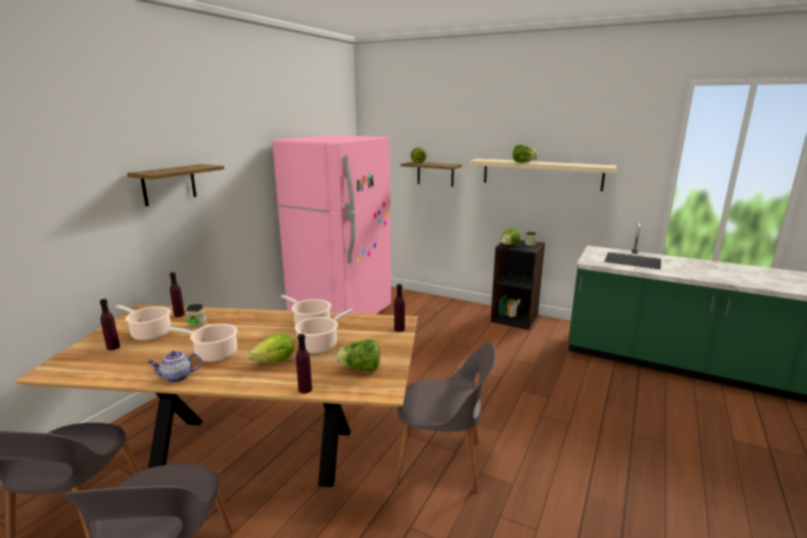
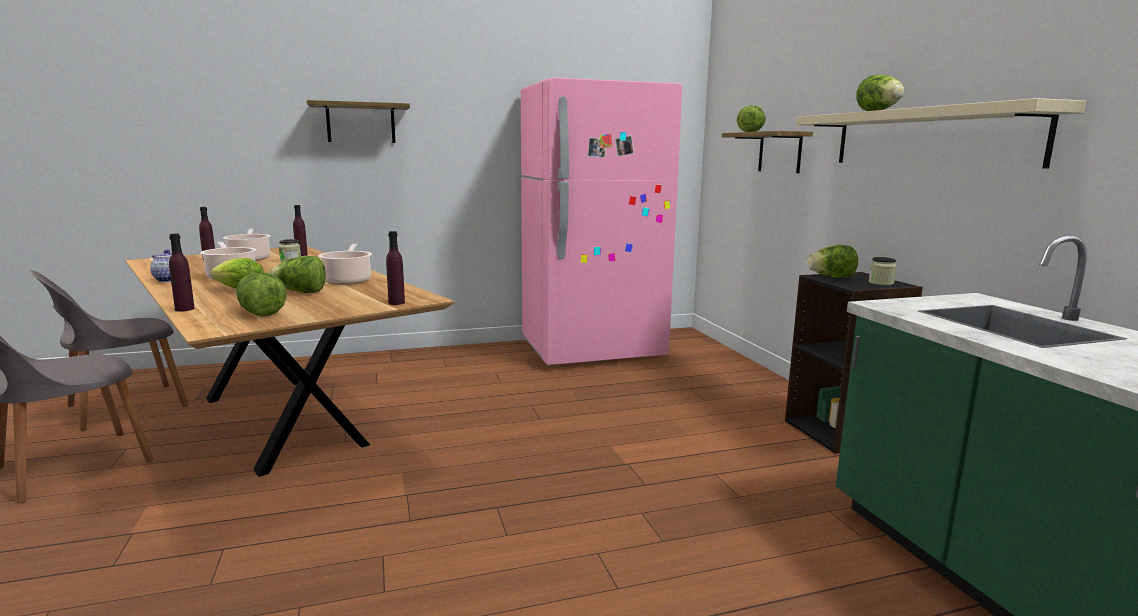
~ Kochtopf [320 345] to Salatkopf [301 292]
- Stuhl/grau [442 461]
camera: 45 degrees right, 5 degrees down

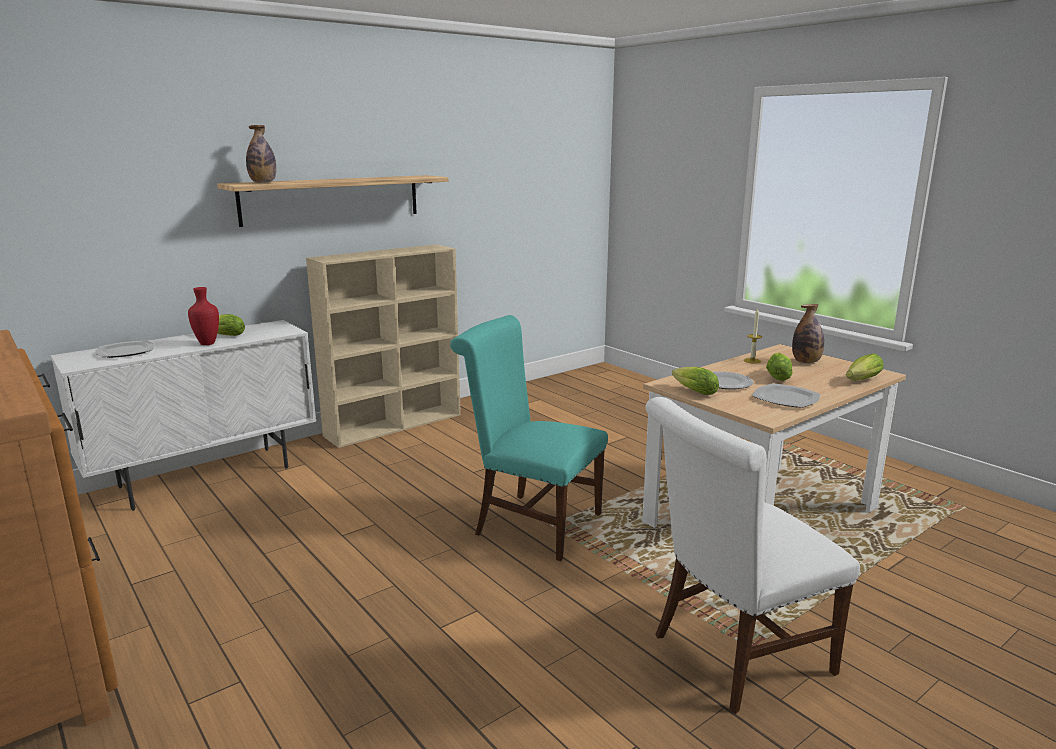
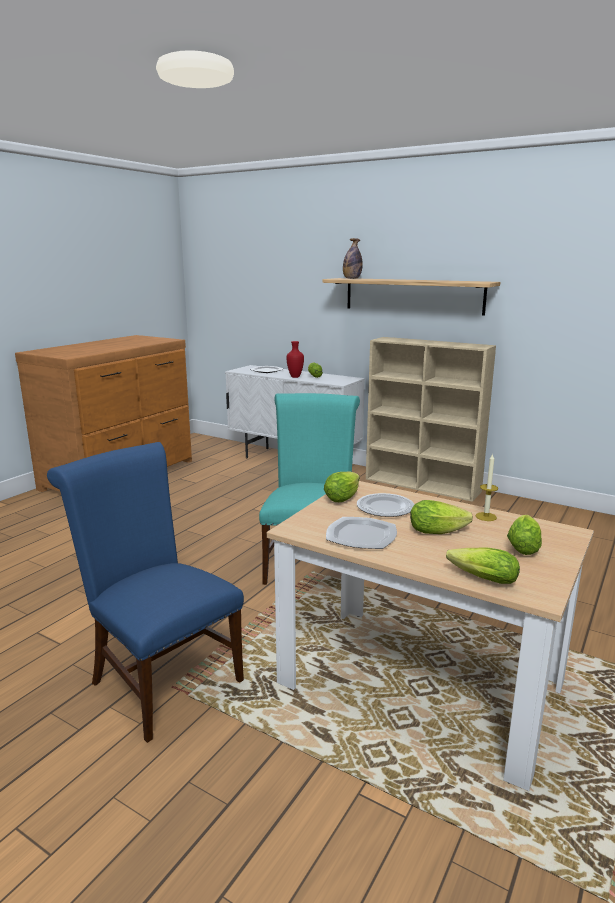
~ Stuhl/weiß [733 656] to Stuhl/blau [160 678]
~ Flasche [806 362] to Salatkopf [524 545]
camera: 70 degrees right, 0 degrees up

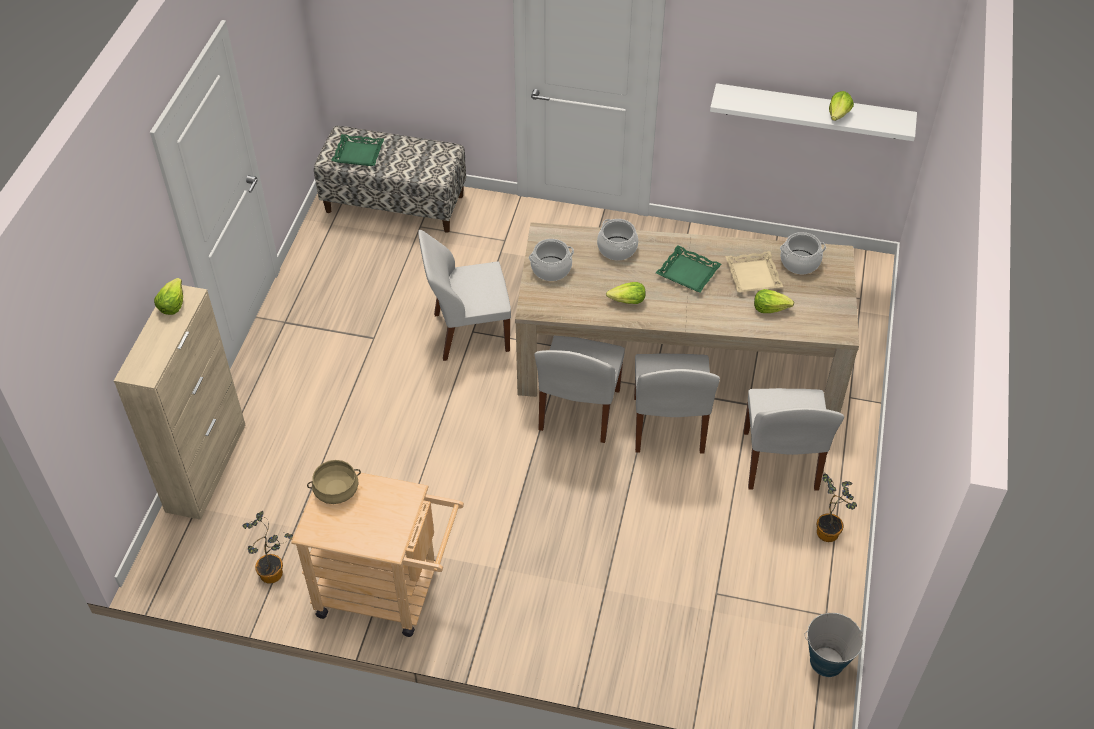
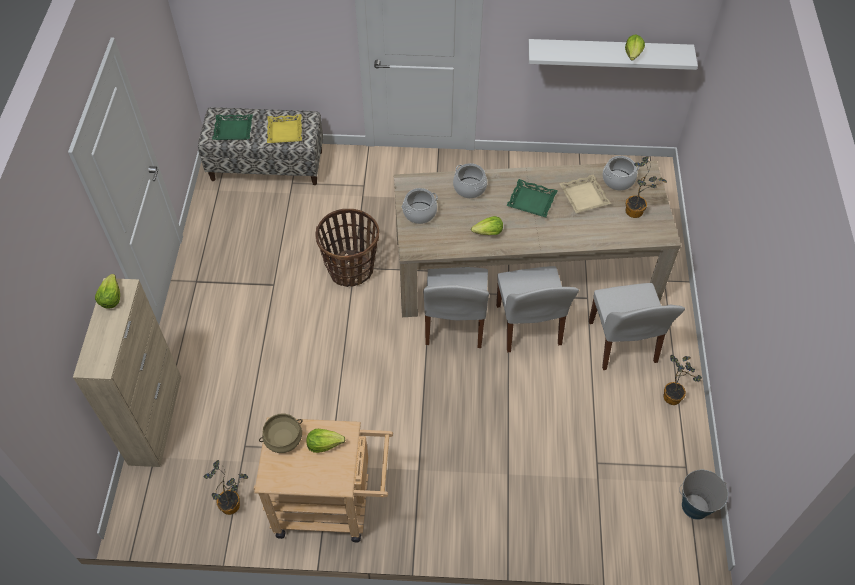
+ Tablett/gelb [284 131]
~ Salatkopf [770 308] to [324 444]
~ Stuhl/weiß [468 332] to Korb [351 269]
+ Topfpflanze [637 211]
camera: 10 degrees left, 5 degrees up

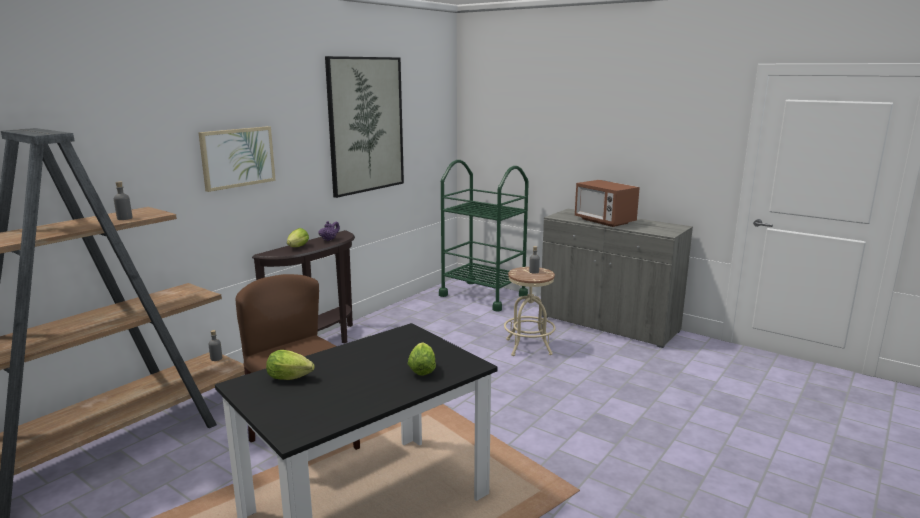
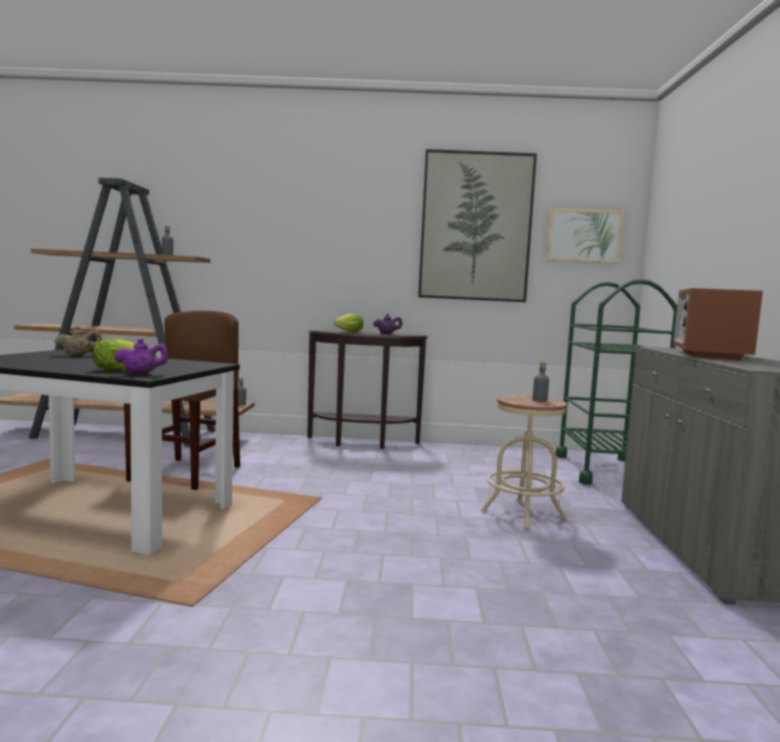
~ Salatkopf [292 378] to Teekanne/beige [78 355]
+ Teekanne/lila [141 374]
~ Bild [237 157] to [583 236]
camera: 55 degrees right, 10 degrees down

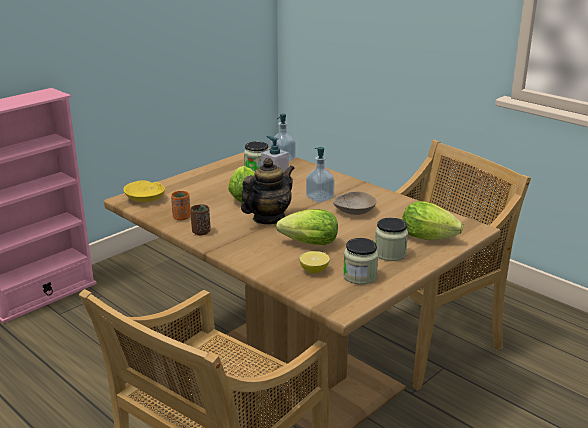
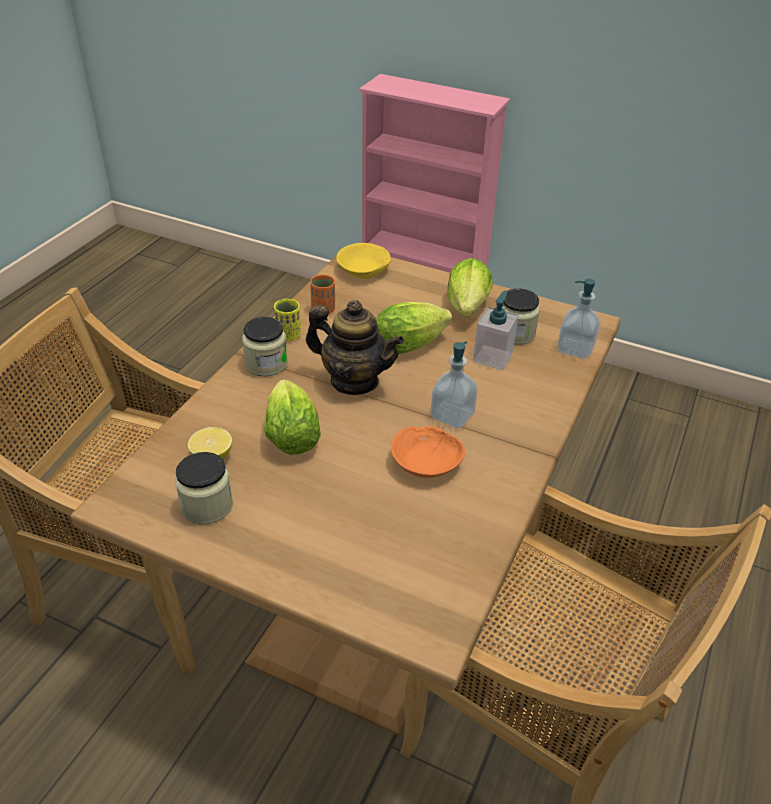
~ Vorratsglas [390 254] to [266 364]
~ Tasse/braun [201 232] to Tasse/gelb [288 335]
~ Schüssel/beige [354 211] to Schüssel/orange [425 462]
~ Salatkopf [431 238] to [467 310]
camera: 70 degrees right, 15 degrees up

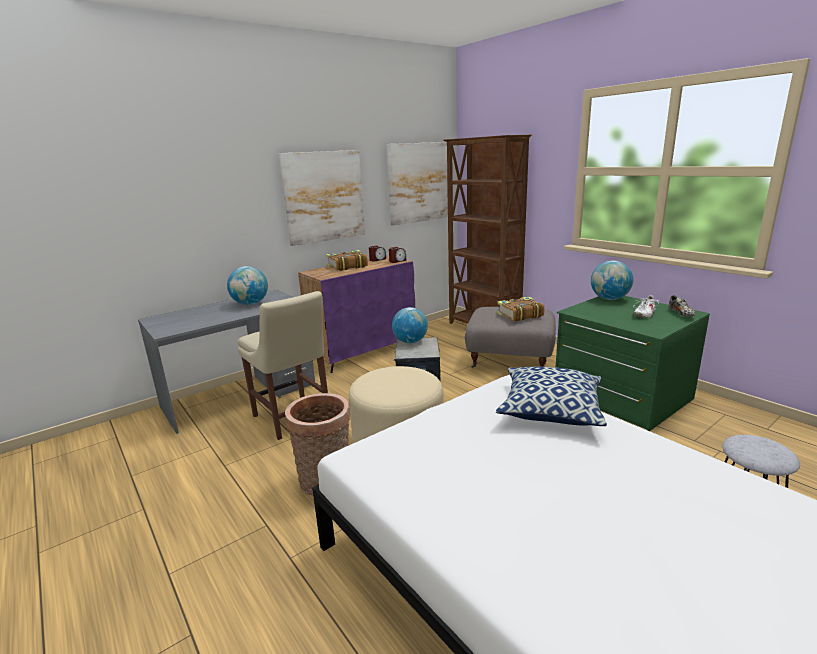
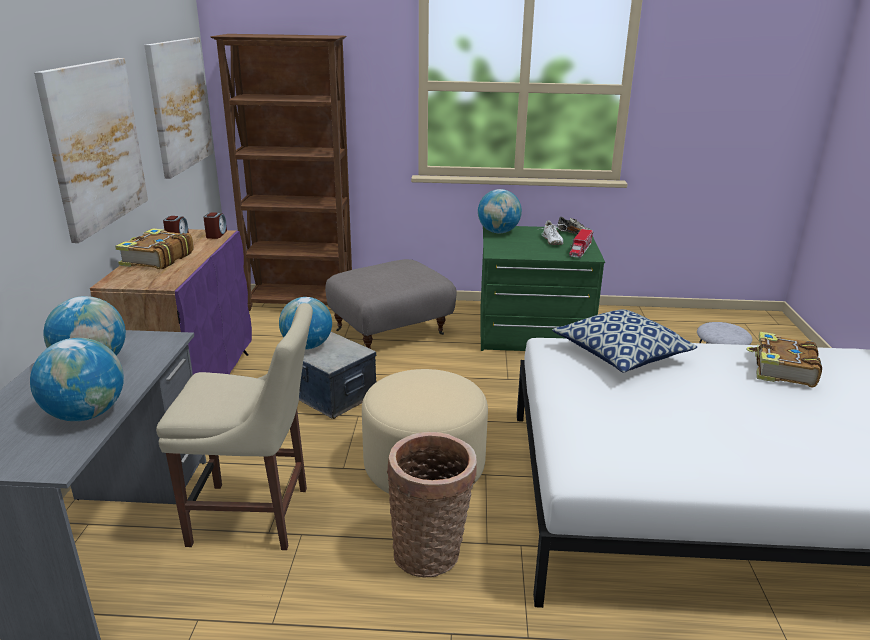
+ Globus [86 414]
+ Spielzeuglaster [580 250]
~ Buch [519 315] to [782 370]
camera: 50 degrees left, 5 degrees up

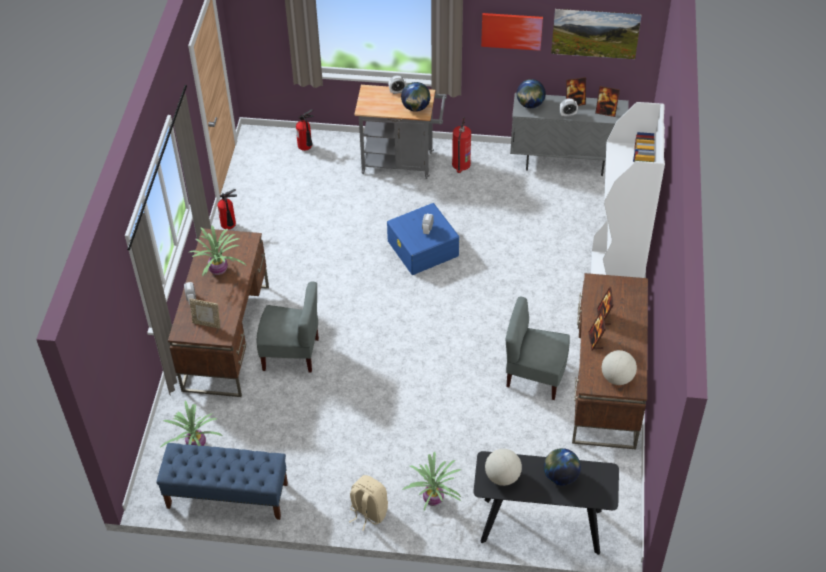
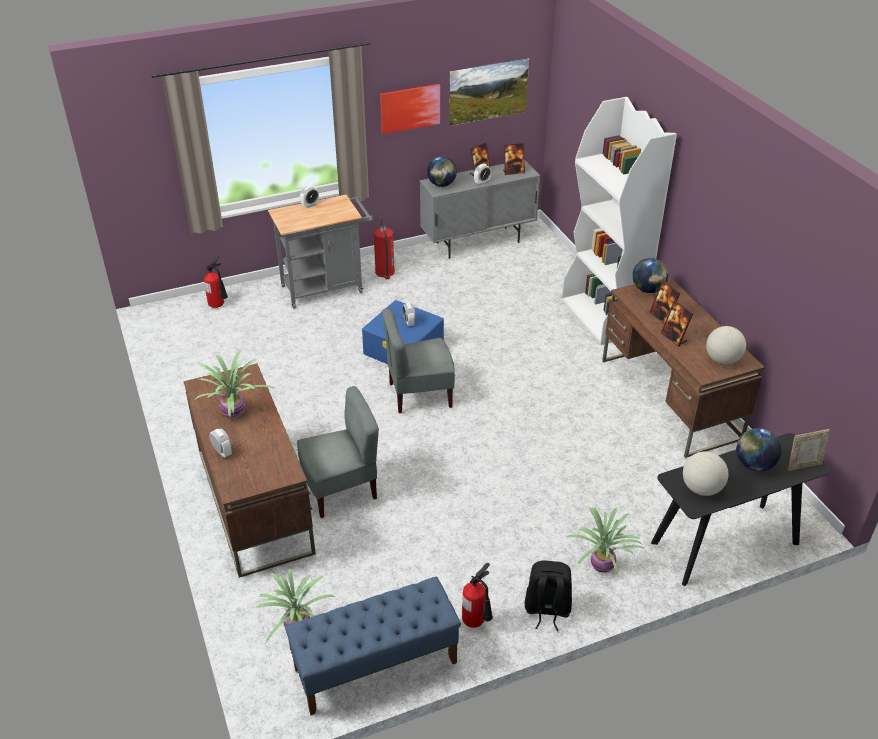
~ Stuhl/grau [535 375] to [419 394]
~ Feuerlöscher [230 227] to [477 621]
~ Rucksack/beige [368 512] to Rucksack/schwarz [547 610]
~ Globus [416 107] to [648 290]
~ Bilderrahmen [207 324] to [803 465]
camera: 30 degrees left, 10 degrees down

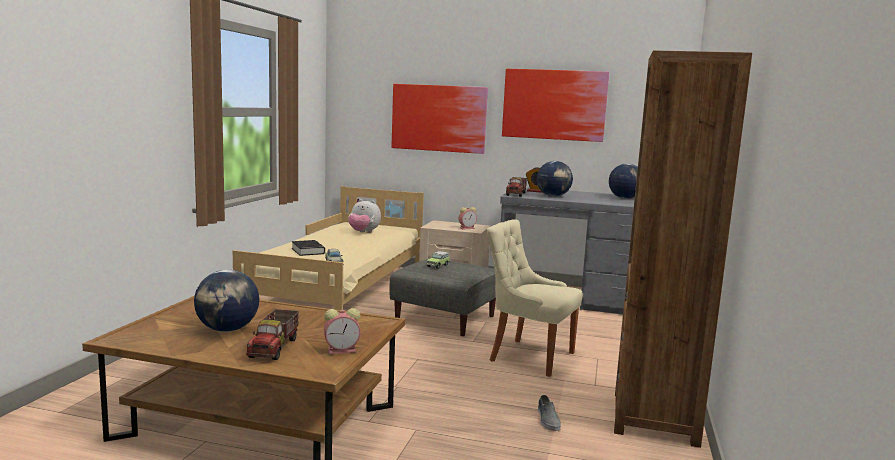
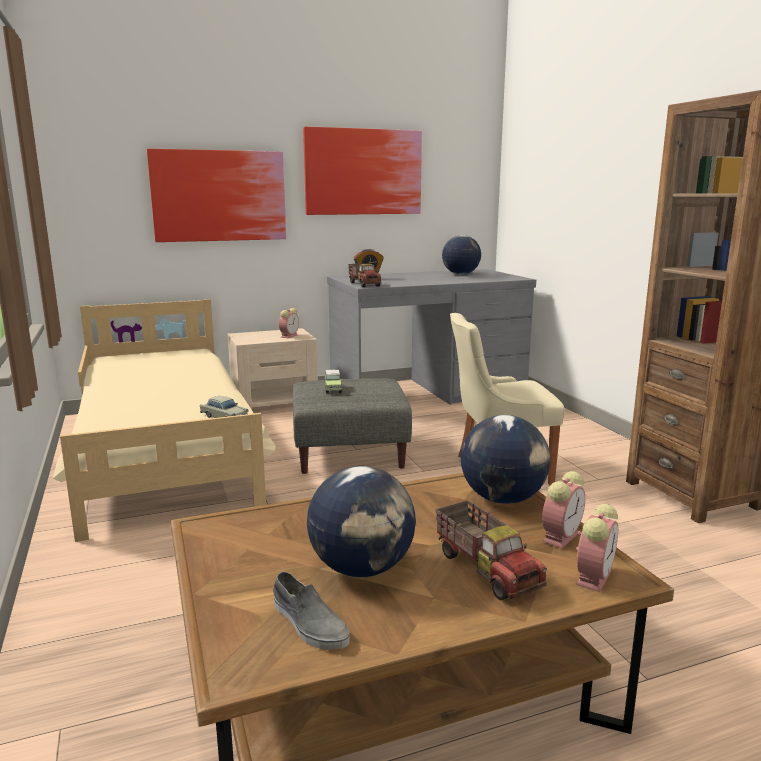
~ Schuh/grau [547 420] to [309 624]
~ Globus [553 196] to [503 499]
+ Wecker [594 576]
- Buch/schwarz [308 251]
- Plüschtier [363 232]
camera: 35 degrees left, 5 degrees up

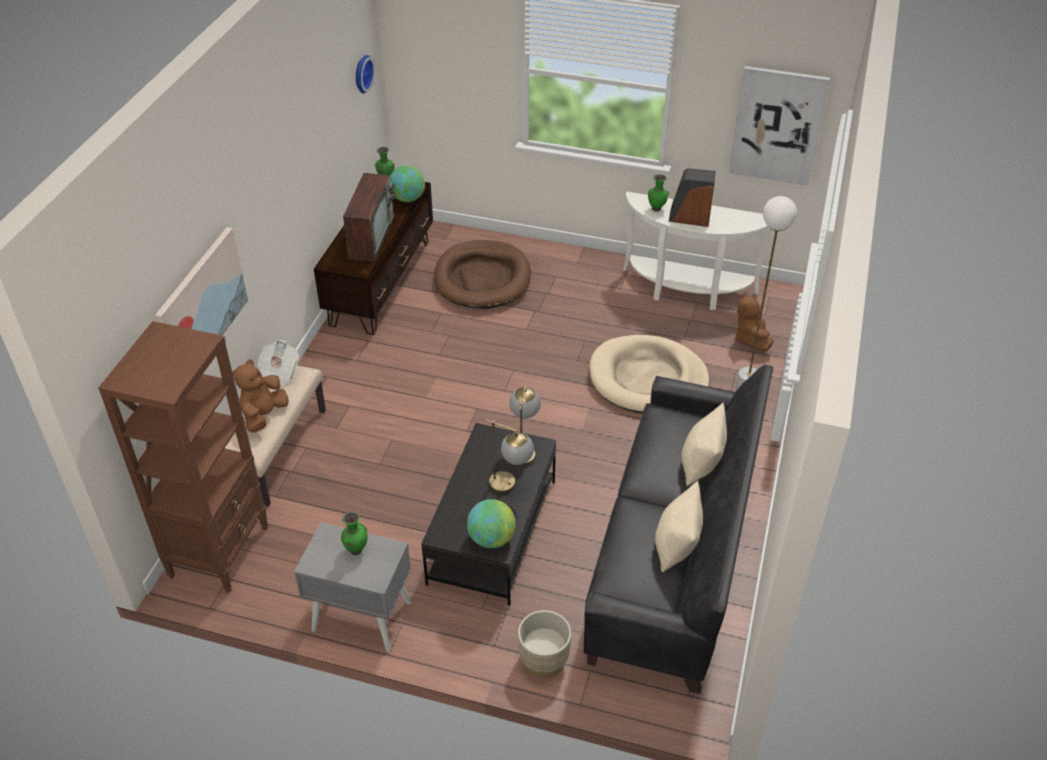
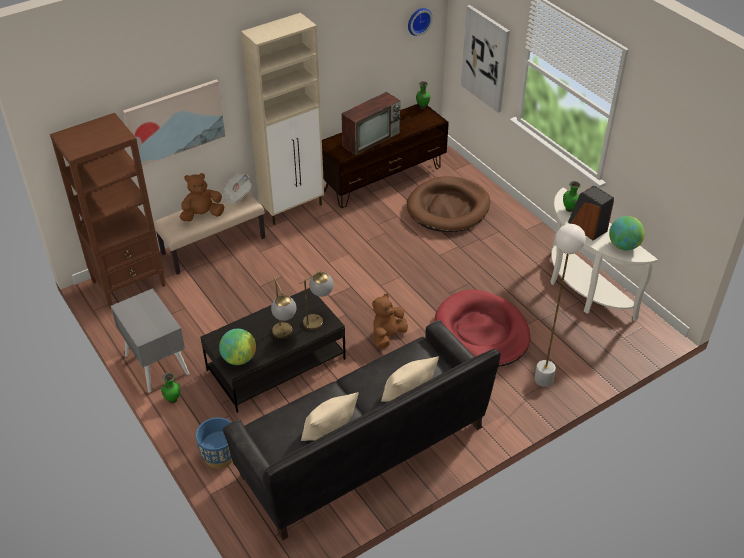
~ Vase/grün [356 549] to [173 399]
~ Pflanzkübel/beige [543 660] to Pflanzkübel/blau [219 455]
+ Schrank/beige [293 208]
~ Plüschtier/braun [751 339] to [388 335]
~ Hundebett/beige [648 379] to Hundebett/rot [481 332]
~ Bild [777 126] to [485 58]
~ Globus [407 198] to [623 246]
camera: 40 degrees right, 0 degrees up

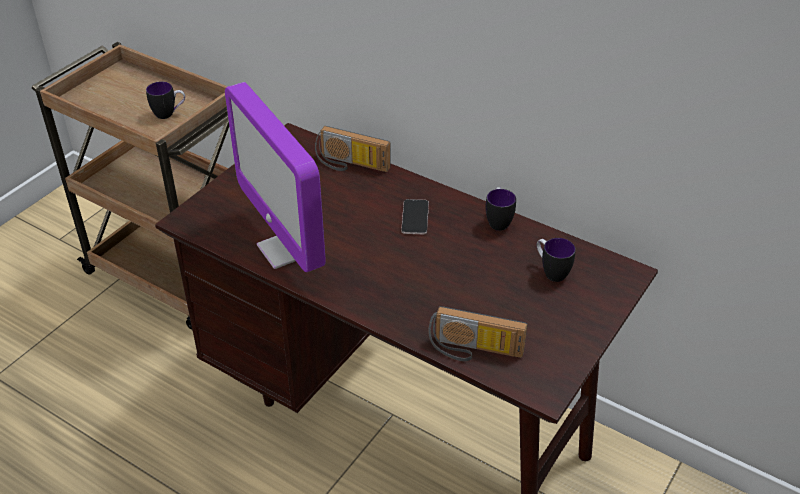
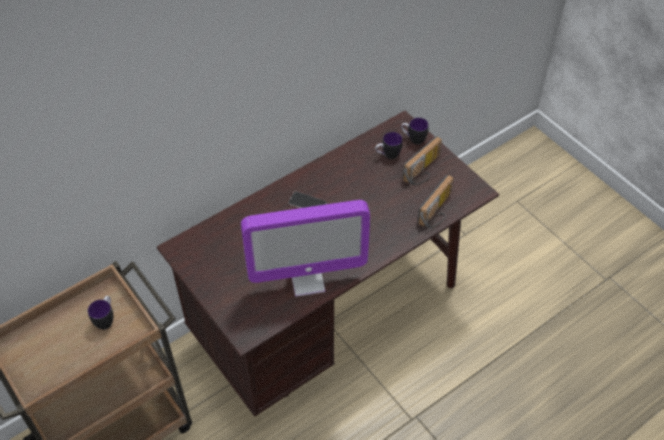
~ Henkelbecher [498 221] to [413 139]
~ Radio [350 165] to [424 171]
camera: 70 degrees left, 10 degrees up

